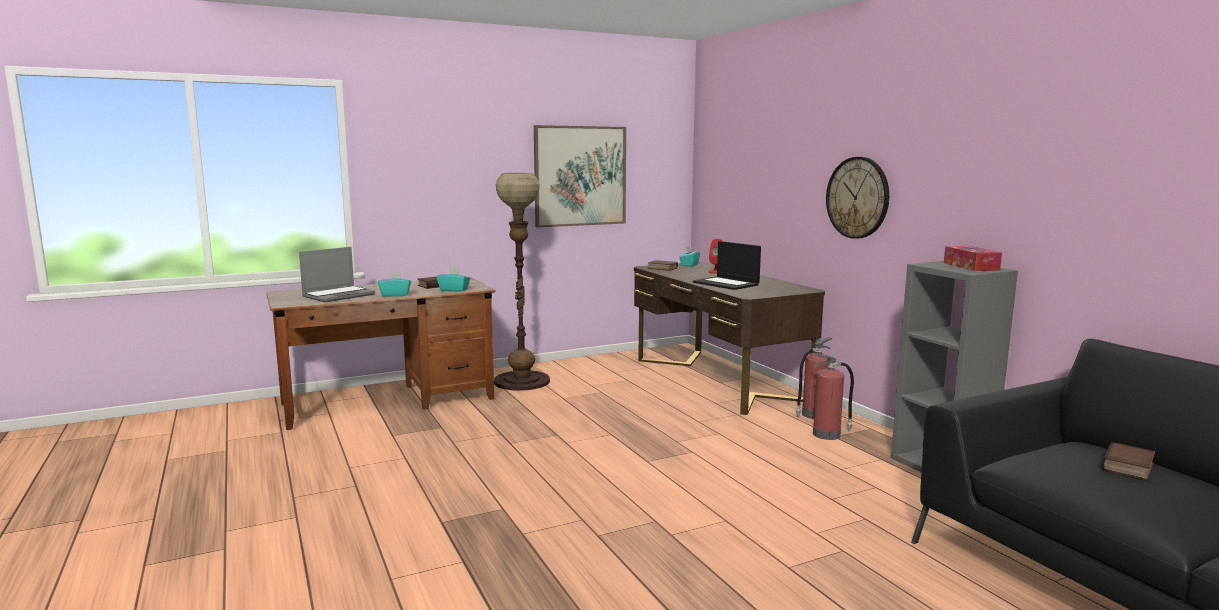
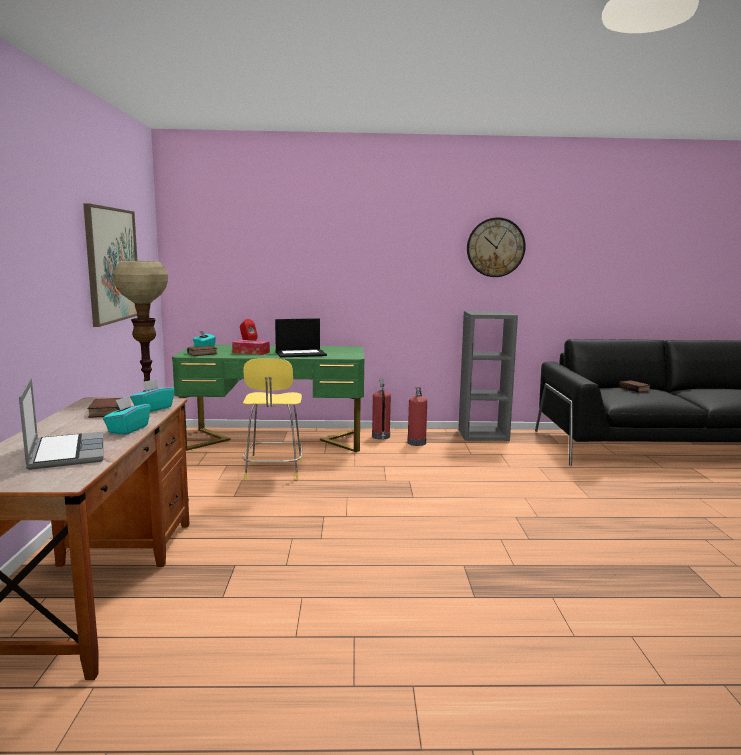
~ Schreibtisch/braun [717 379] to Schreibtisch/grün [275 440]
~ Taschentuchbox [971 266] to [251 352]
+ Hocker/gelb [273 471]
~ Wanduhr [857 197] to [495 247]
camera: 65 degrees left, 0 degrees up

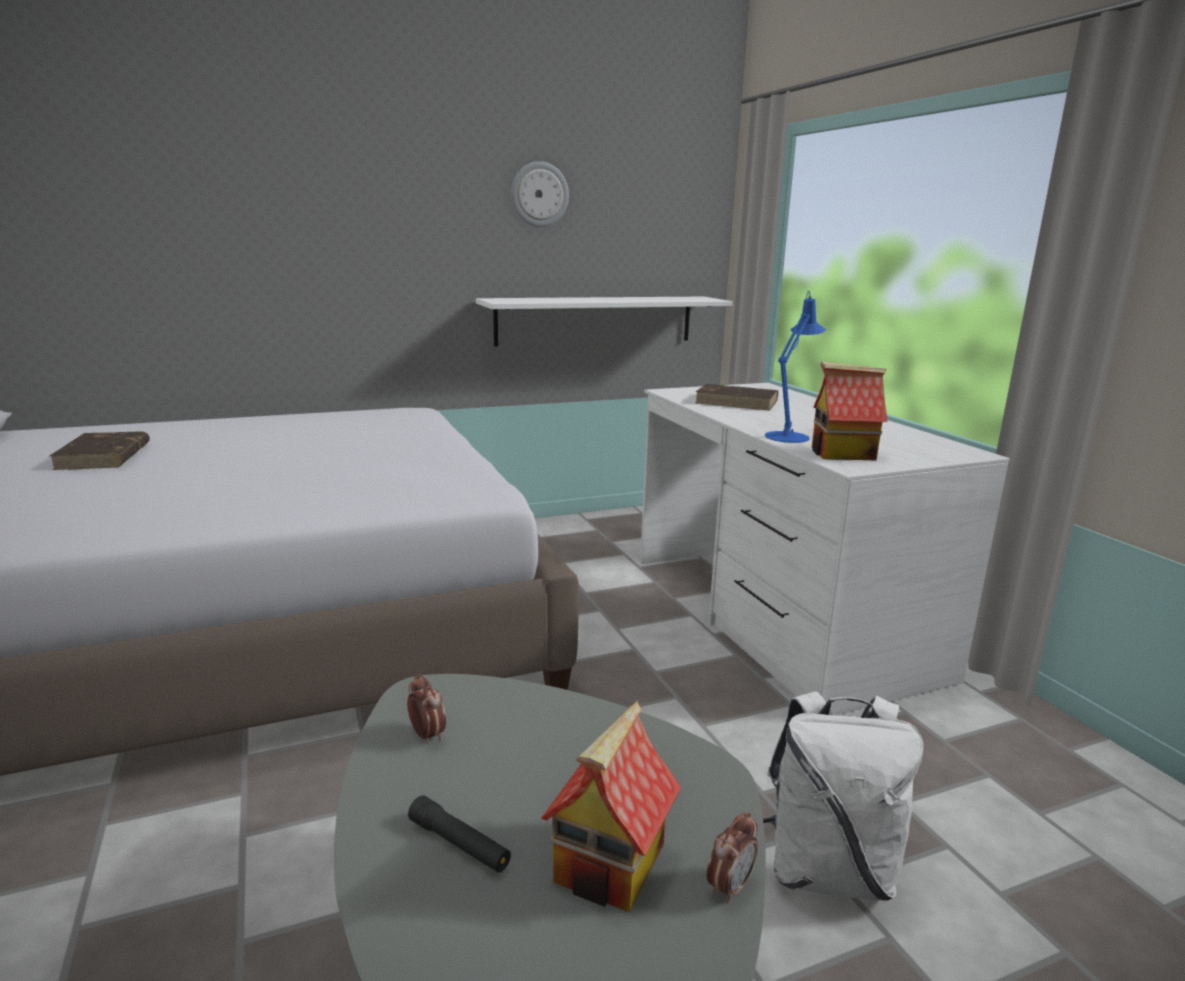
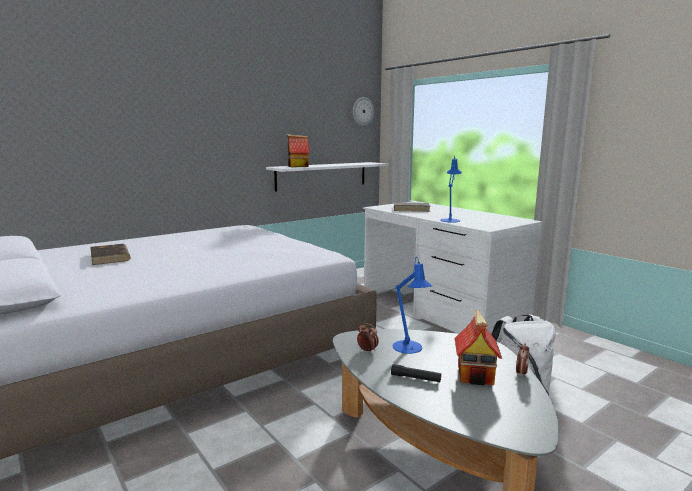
~ Spielzeughaus [842 453] to [298 166]
~ Wanduhr [539 194] to [363 111]
+ Tischlampe/blau [409 348]
camera: 15 degrees left, 5 degrees down

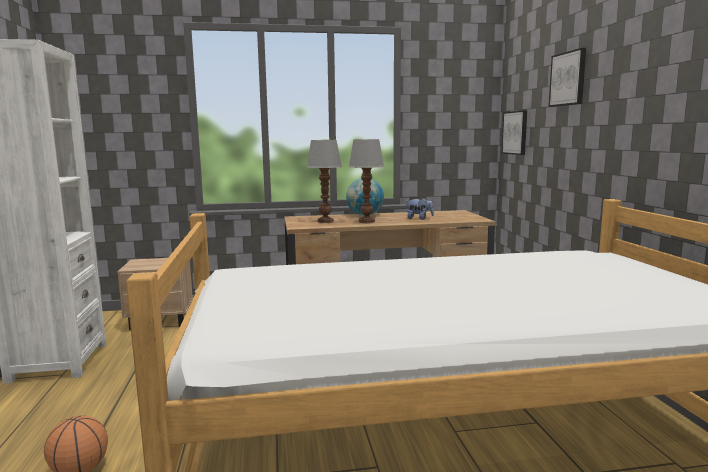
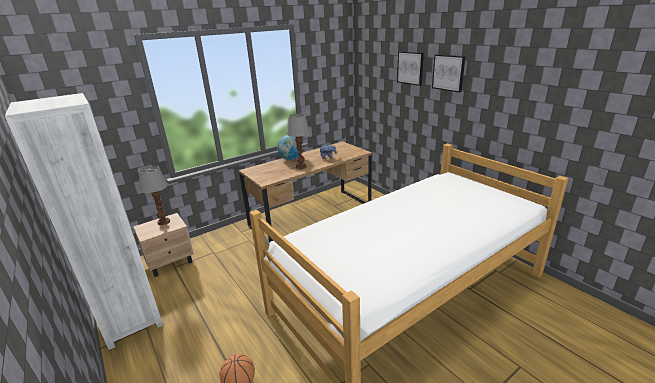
~ Tischlampe [325 221] to [164 222]
~ Bild [515 133] to [448 72]
camera: 25 degrees left, 15 degrees up

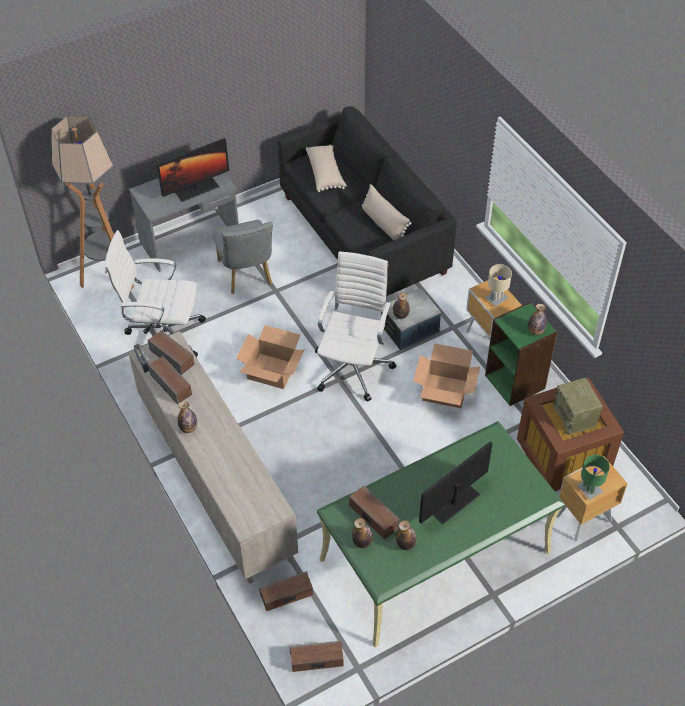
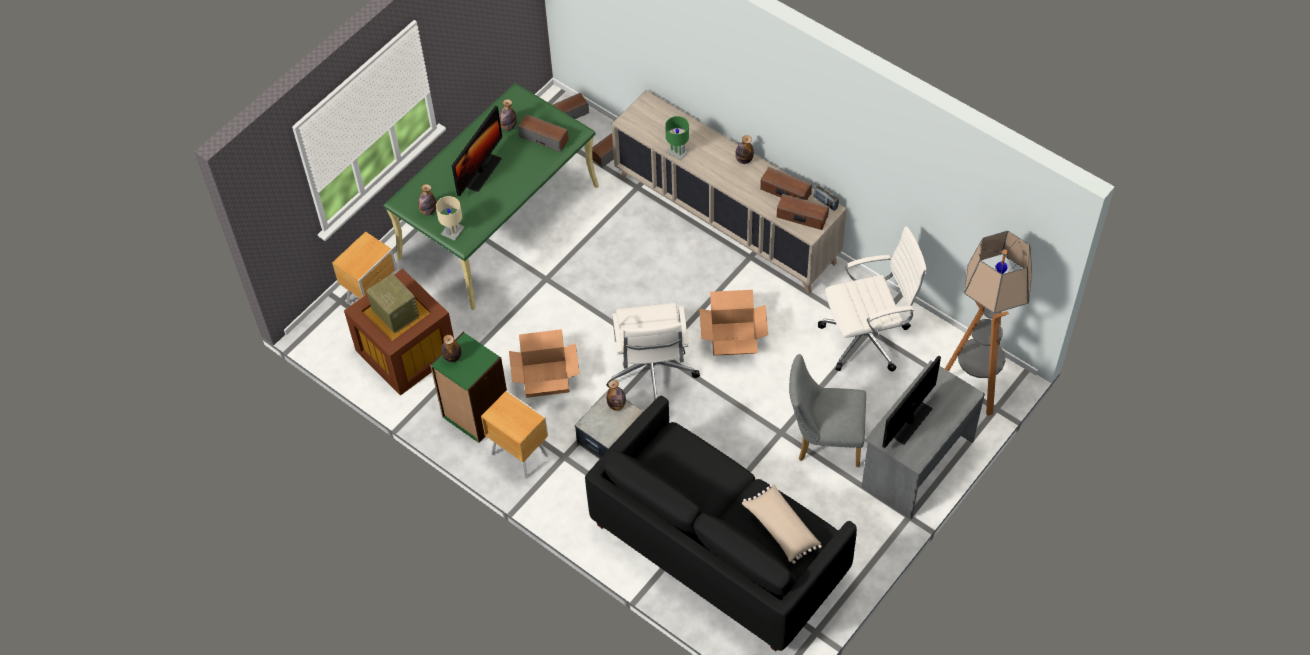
~ Flasche [362 542] to [428 211]
~ Tischlampe/beige [496 299] to [453 232]
~ Tischlampe/grün [589 489] to [677 152]
~ Stuhl/grau [247 276] = [824 440] 45 degrees counterclockwise
- Kissen/beige [384 224]
camera: 160 degrees right, 5 degrees up

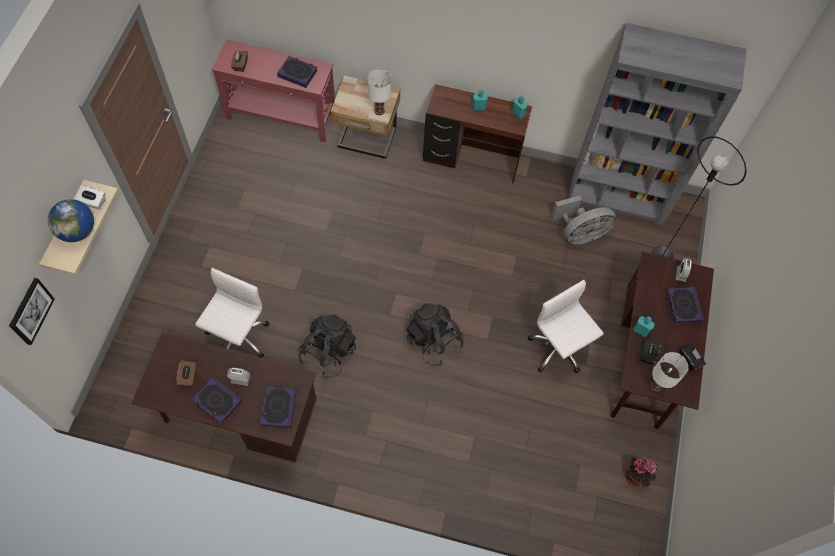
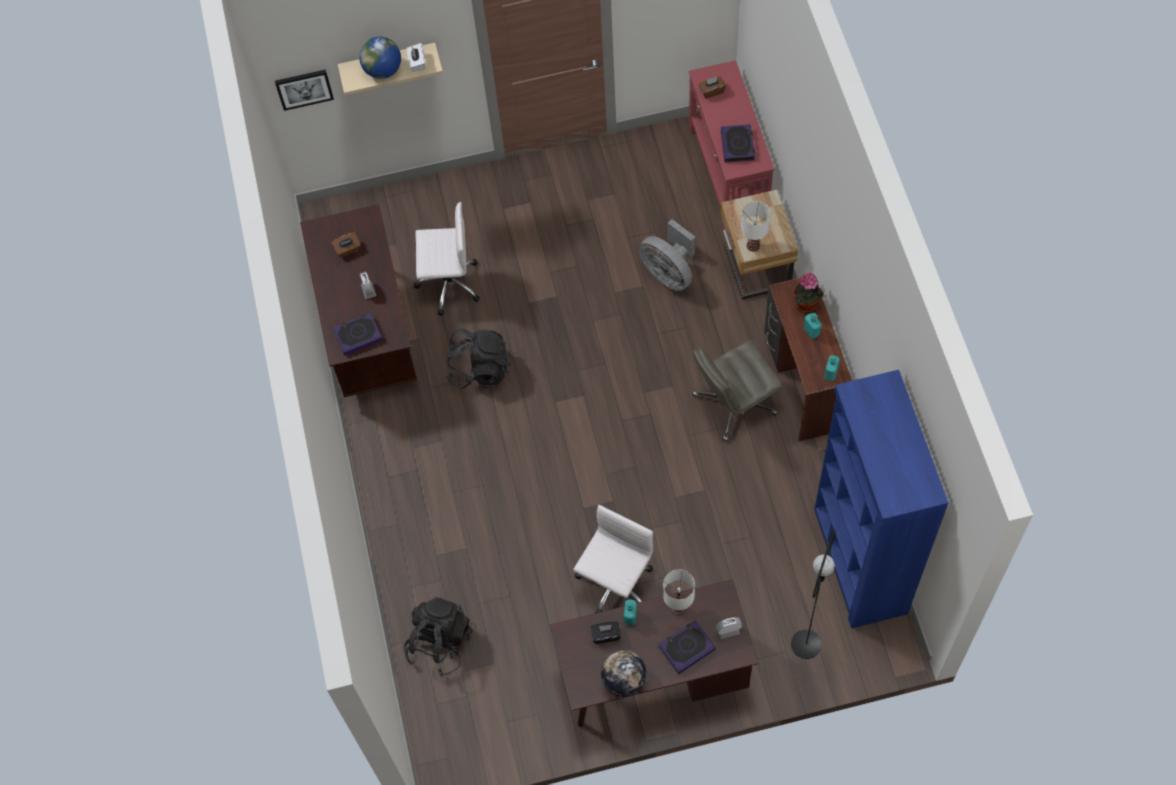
~ Rucksack/schwarz [433 340] to [440 643]
~ Taschentuchbox/schwarz [690 360] to Globus [624 680]
~ Ventilator/grau [580 234] to [669 273]
~ Tischlampe/weiß [656 386] to [678 608]
+ Bürostuhl/grau [733 405]
~ Topfpflanze [636 476] to [806 305]
~ Bücherregal/grau [618 196] to Bücherregal/blau [859 561]
- Buch [217 402]
camera: 70 degrees right, 0 degrees up

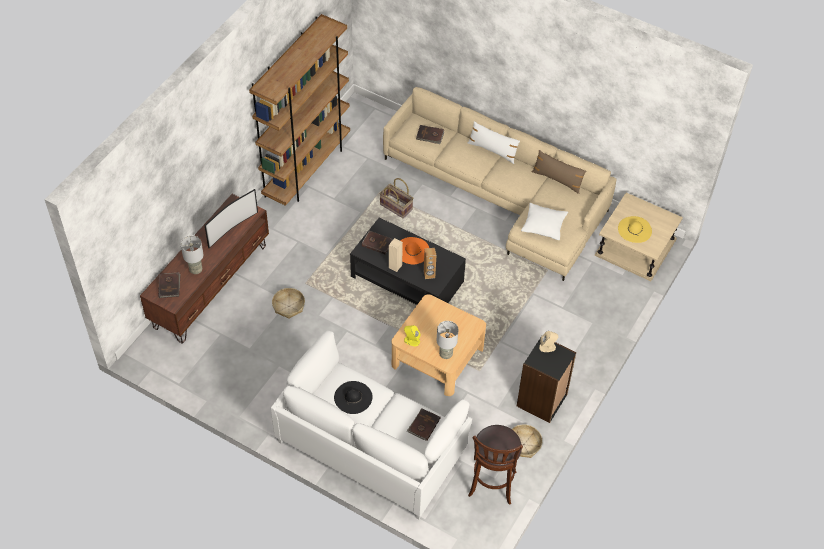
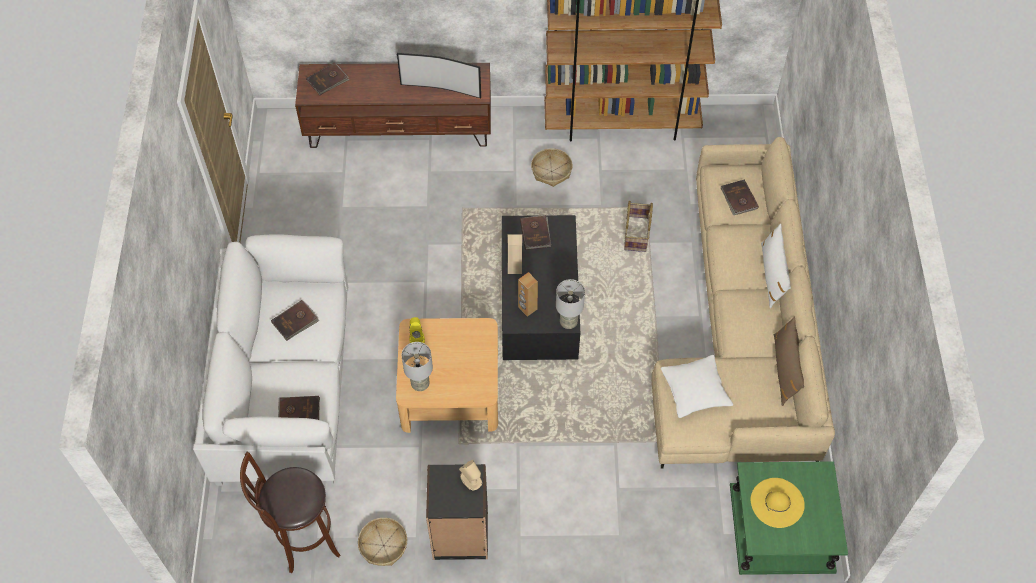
~ Hut/schwarz [353 397] to Buch/braun [295 321]
~ Korb [288 306] to [551 171]
~ Tischlampe/grau [195 270] to [568 322]
~ Beistelltisch/beige [635 247] to Beistelltisch/grün [782 528]
- Hut/orange [412 250]
camera: 60 degrees right, 5 degrees up

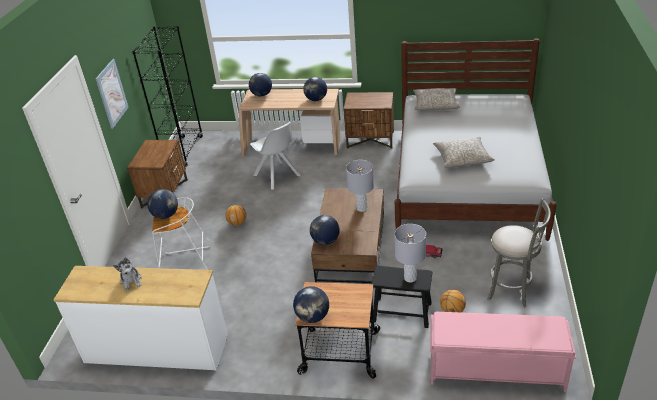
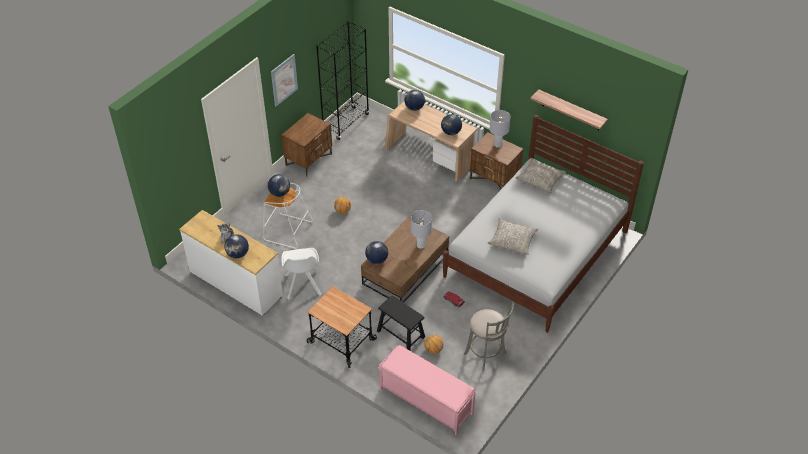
~ Globus [313 317] to [238 254]
~ Stuhl/weiß [277 176] to [302 285]
~ Tischlampe/grau [410 278] to [497 144]
+ Wandregal [571 110]
camera: 25 degrees right, 10 degrees up

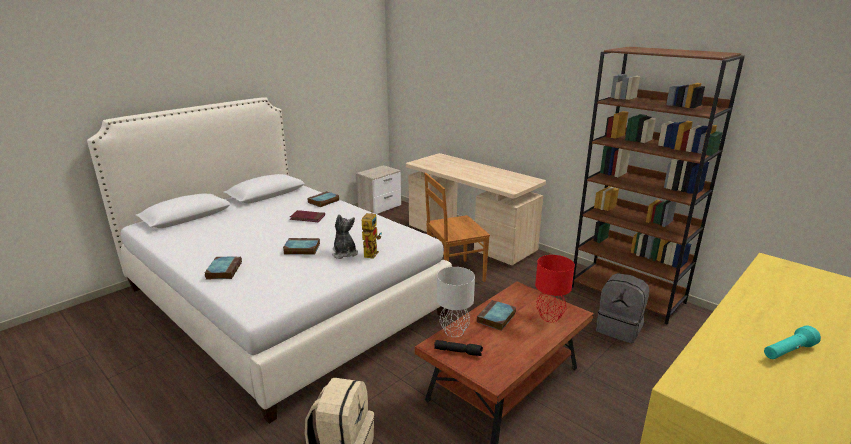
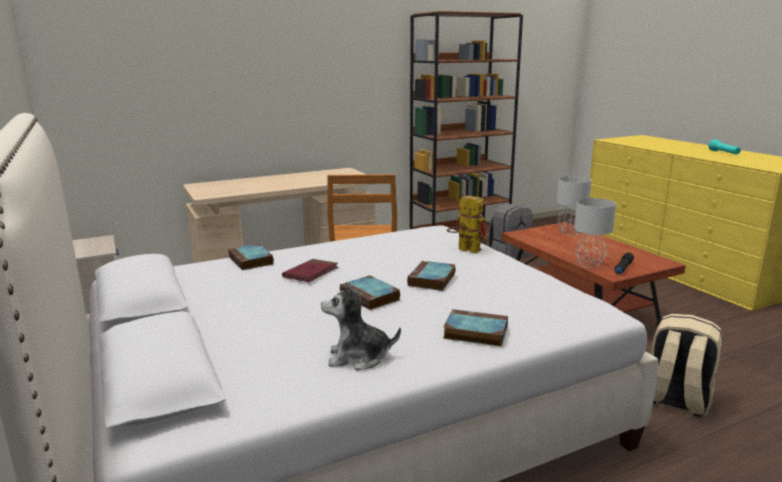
~ Plüschtier [344 253] to [358 357]
~ Buch [496 318] to [371 297]
~ Tischlampe/rot [549 317] to Tischlampe/grau [569 233]
camera: 70 degrees left, 5 degrees down

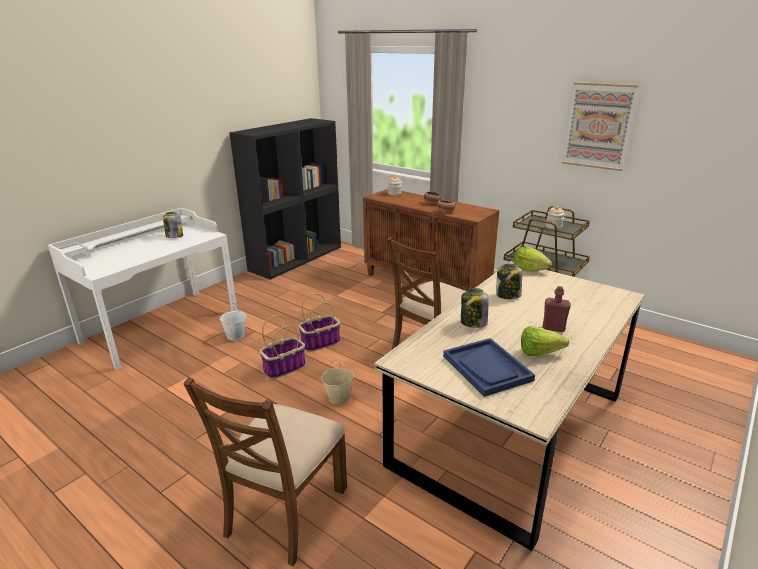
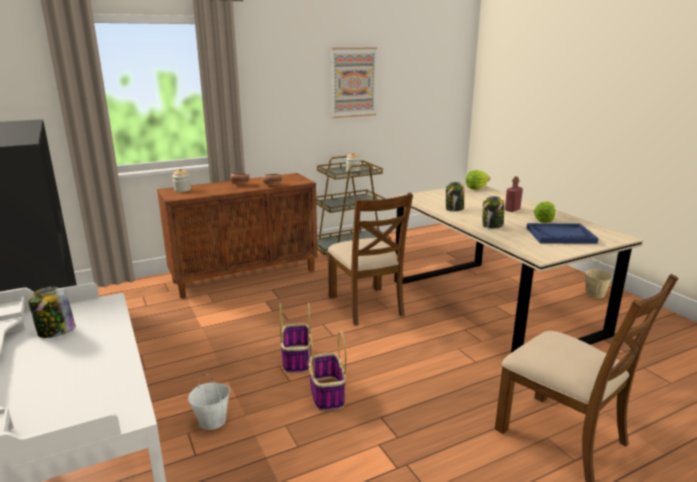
~ Salatkopf [529 269] to [476 188]
~ Eimer/beige [339 398] to [594 294]
camera: 65 degrees left, 5 degrees down

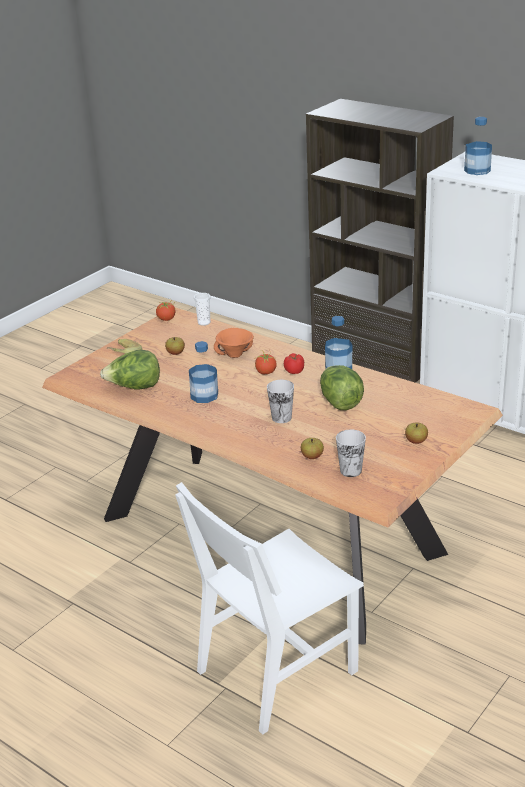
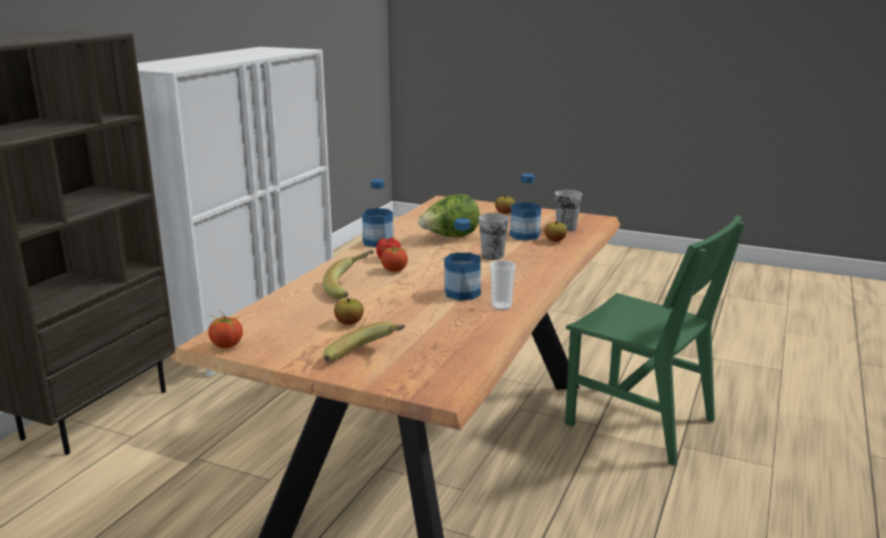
~ Schüssel/orange [235 355] to Banane [352 289]
~ Tasse [204 323] to [501 306]
~ Flasche [477 170] to [524 235]
~ Stuhl/weiß [276 671] to Stuhl/grün [640 422]
- Salatkopf [134 388]
camera: 105 degrees left, 10 degrees down

